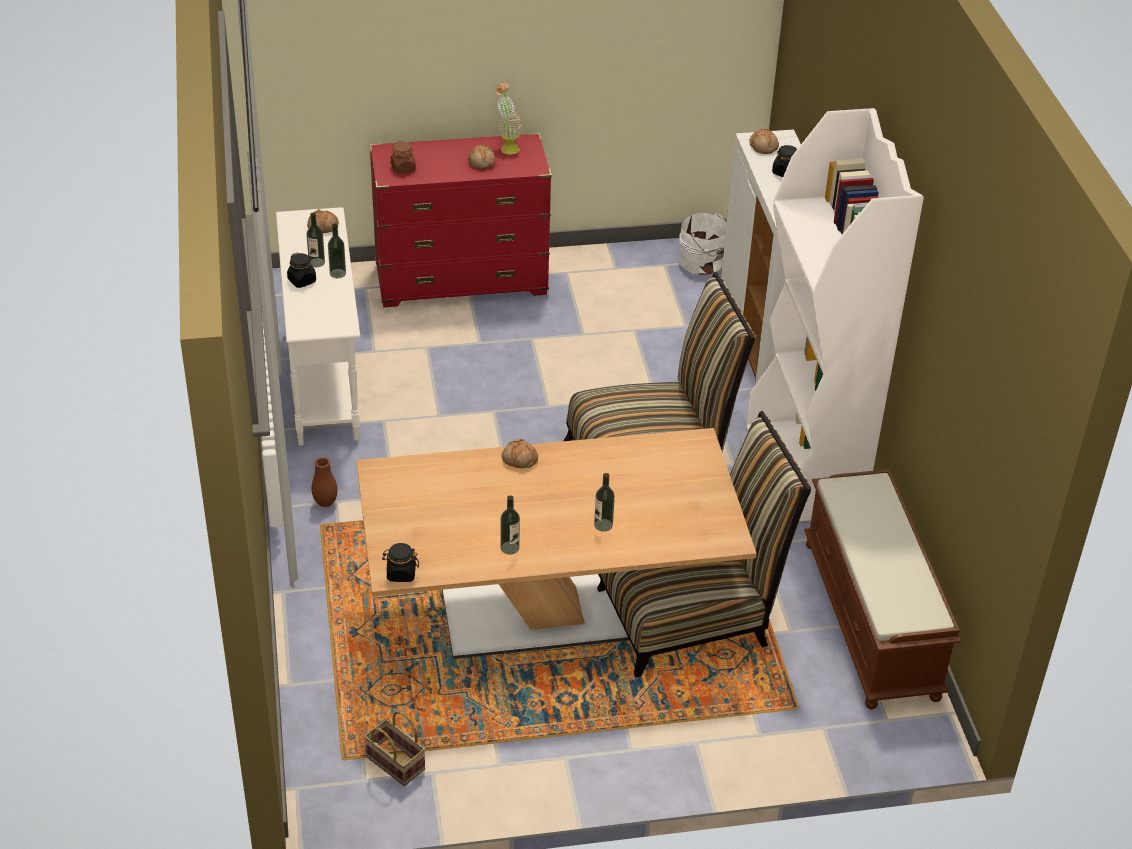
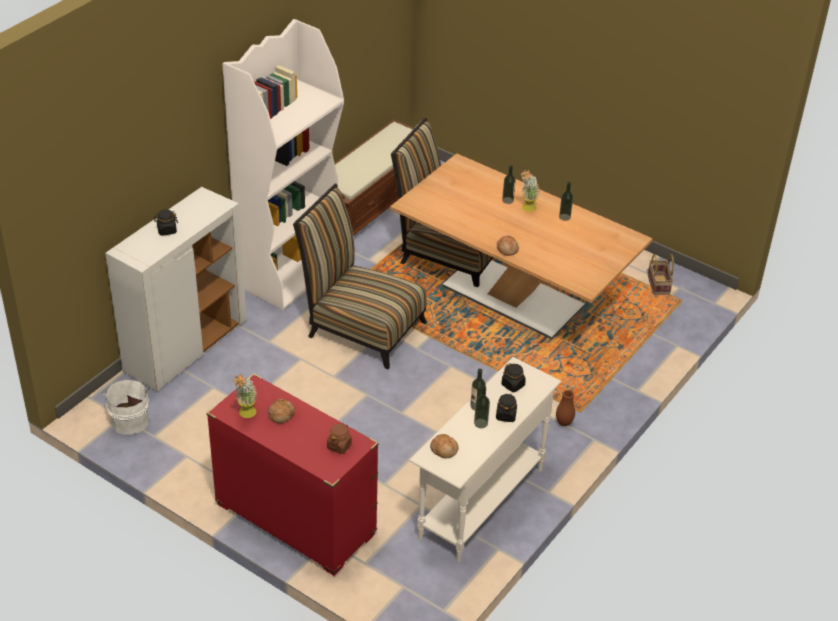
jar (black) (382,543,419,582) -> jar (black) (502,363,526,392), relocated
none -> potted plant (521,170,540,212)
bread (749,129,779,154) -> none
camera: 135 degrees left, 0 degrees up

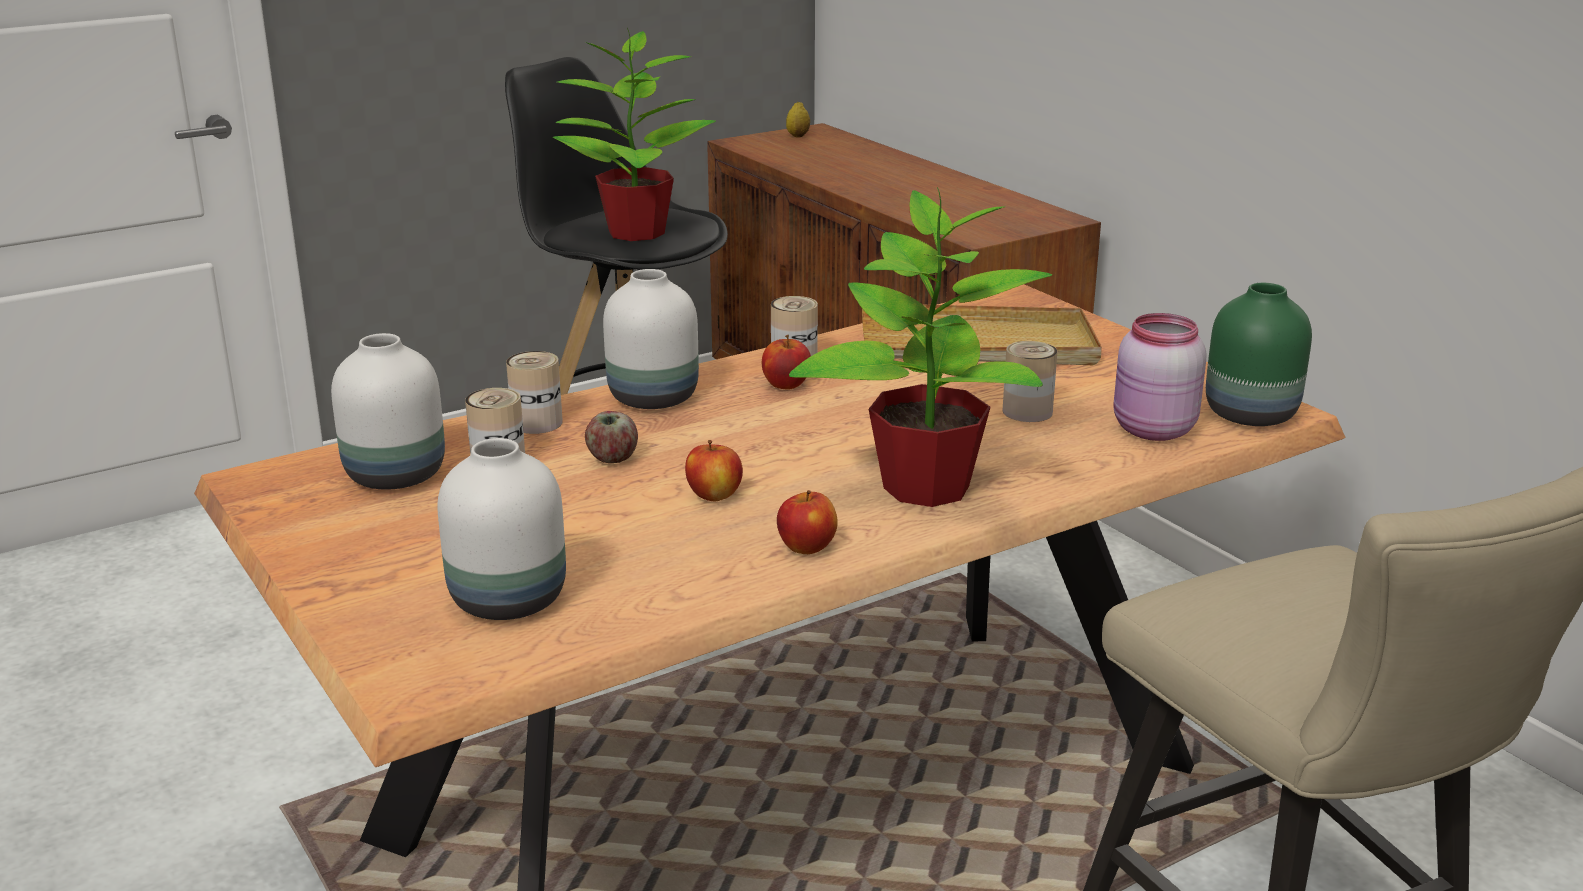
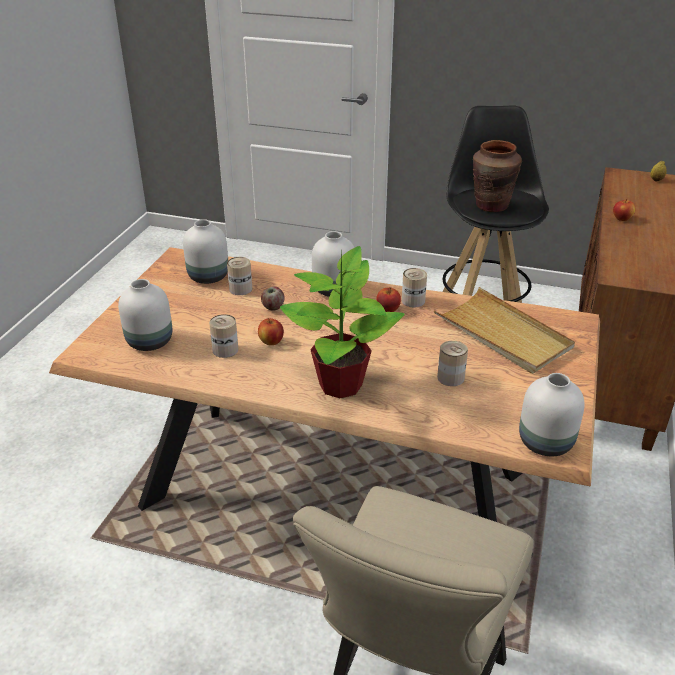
can (506,351,563,434) -> can (209,314,238,358), relocated
potted plant (553,28,716,241) -> vase (brown) (473,140,522,212)
vase (green) (1206,283,1312,426) -> vase (white) (519,373,585,456)
apple (777,490,838,554) -> apple (613,199,635,221), relocated
jar (pink) (1114,313,1206,441) -> none
camera: 50 degrees right, 10 degrees up

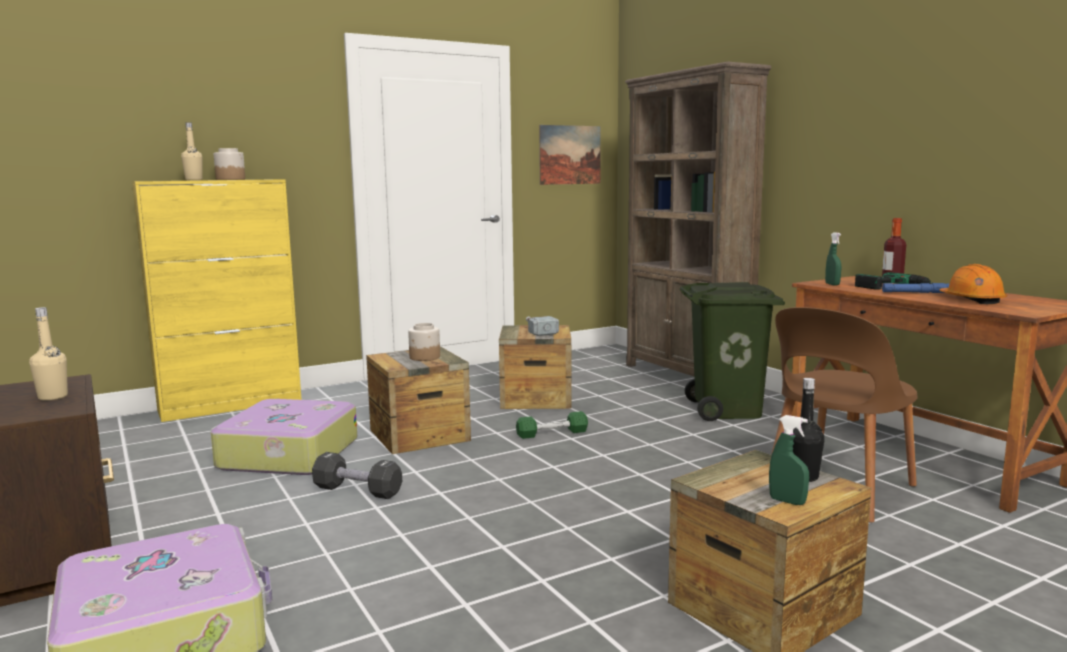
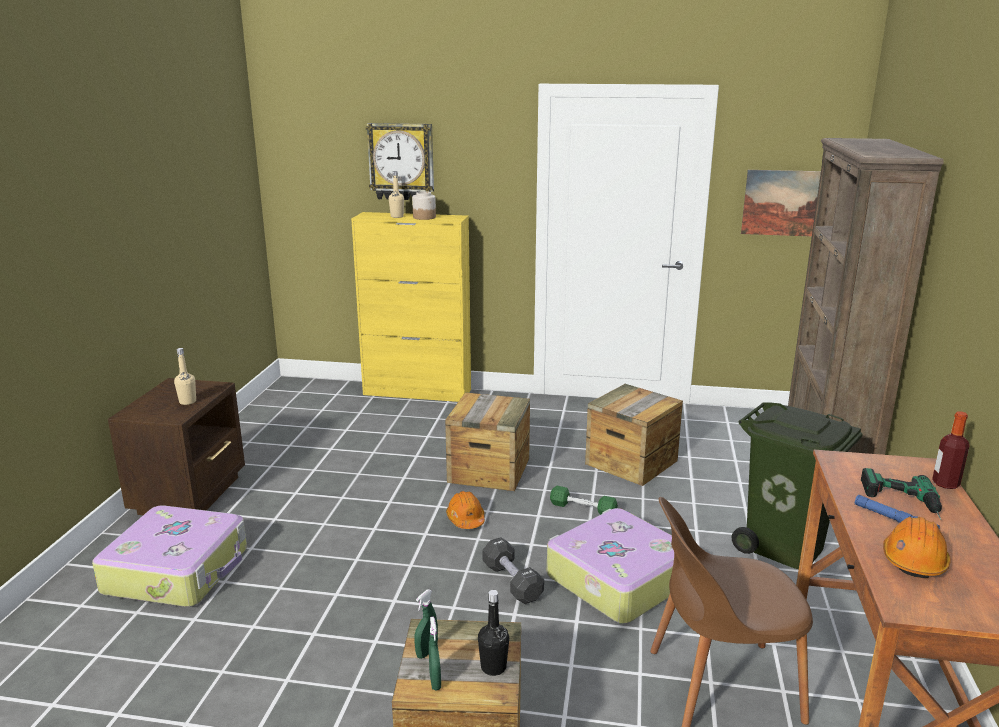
none -> wall clock (366,123,434,200)
spray bottle (green) (825,232,841,285) -> spray bottle (green) (415,589,438,659), relocated
none -> hard hat (orange) (446,491,485,529)
dumbbell (black) (312,452,402,499) -> dumbbell (black) (482,537,544,604), relocated
suitcase (211,399,357,475) -> suitcase (547,508,674,624), relocated
jar (408,323,440,361) -> none
hammer (526,316,559,336) -> none
camera: 40 degrees right, 10 degrees up

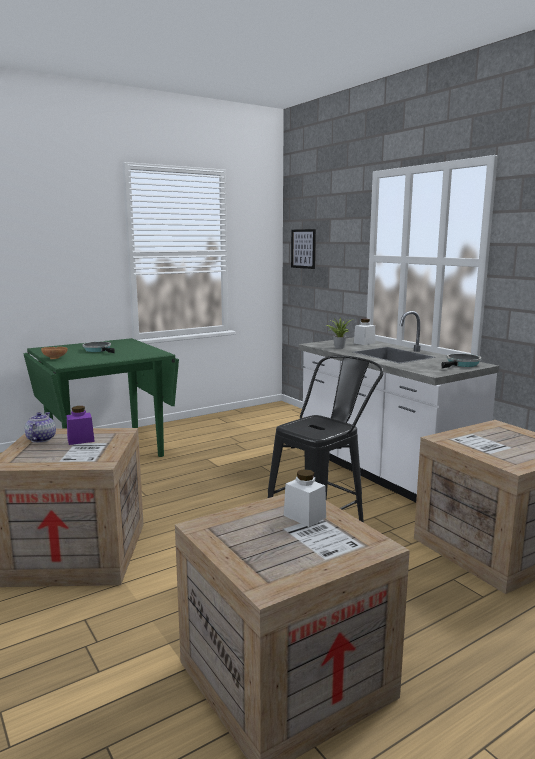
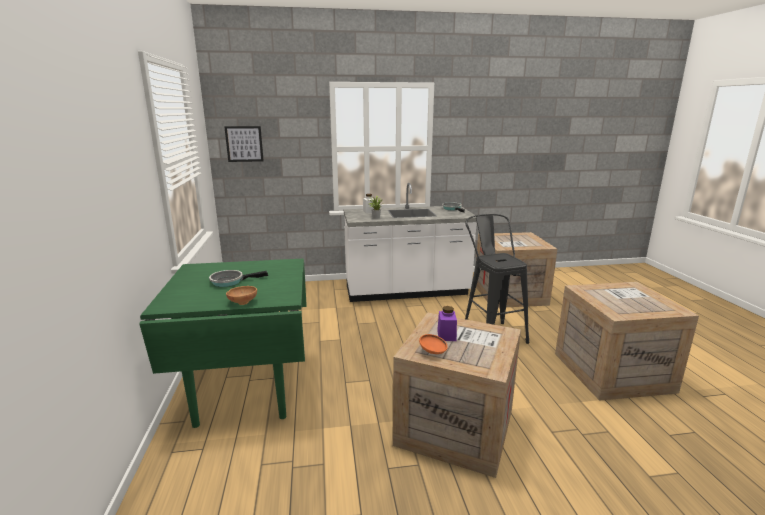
teapot (25,412,56,443) -> bowl (orange) (419,334,448,354)
jar (white) (284,469,326,527) -> none
camera: 65 degrees left, 5 degrees up

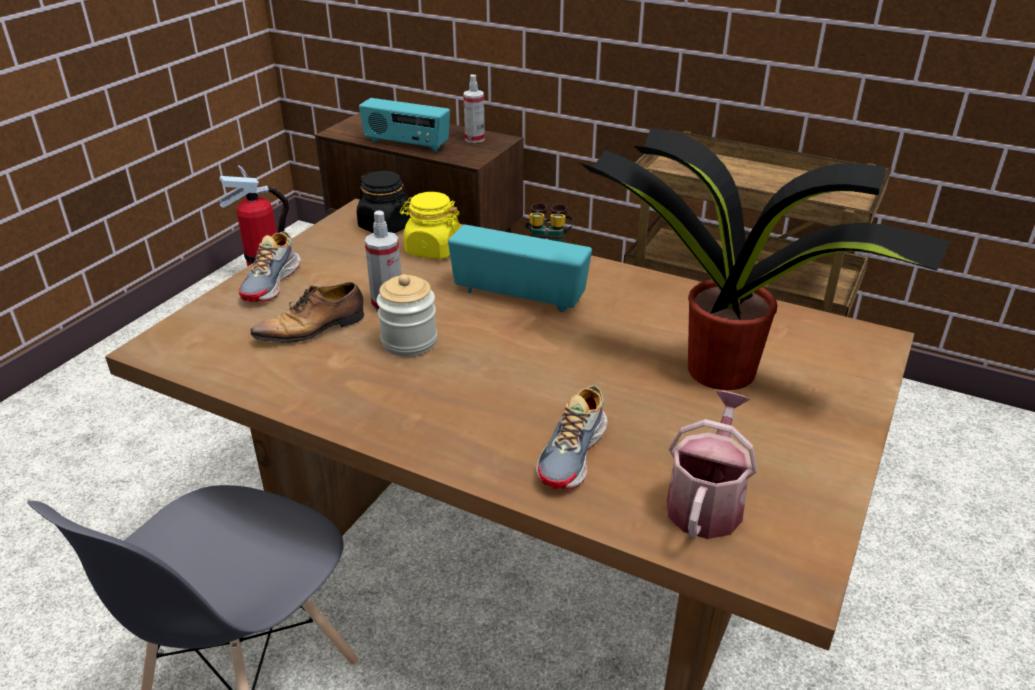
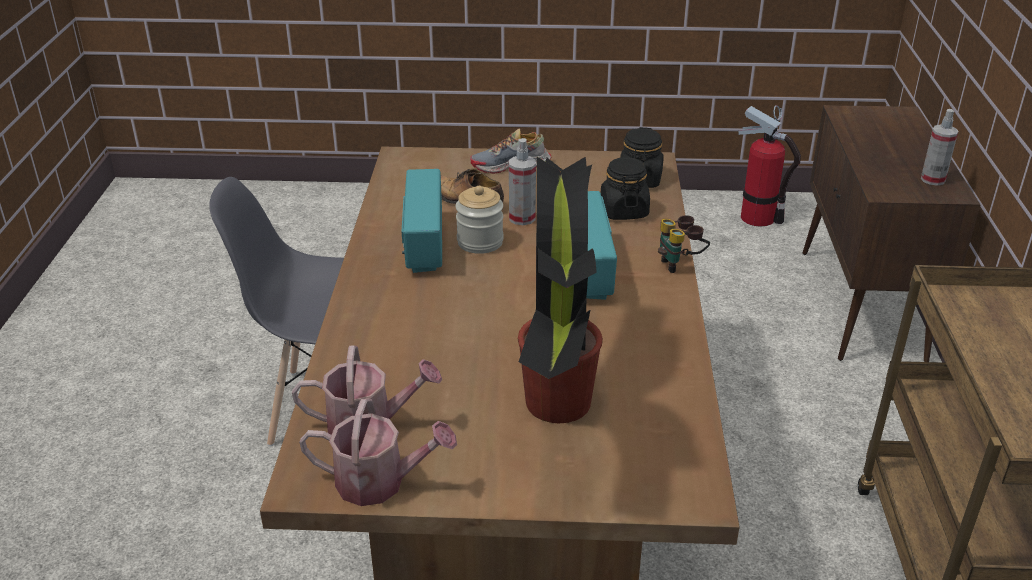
none -> watering can (299,398,457,506)
radio (359,98,450,152) -> radio (402,169,442,273), relocated
jar (yellow) (400,192,461,259) -> jar (black) (601,157,650,220)
shoe (536,385,607,490) -> none
camera: 65 degrees right, 0 degrees up

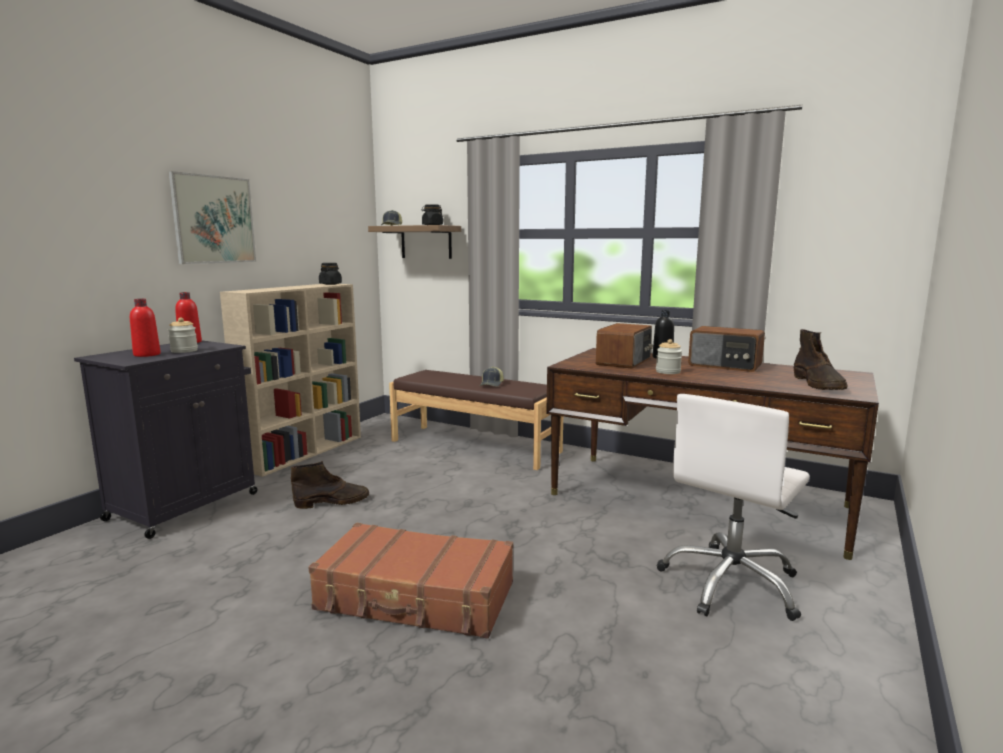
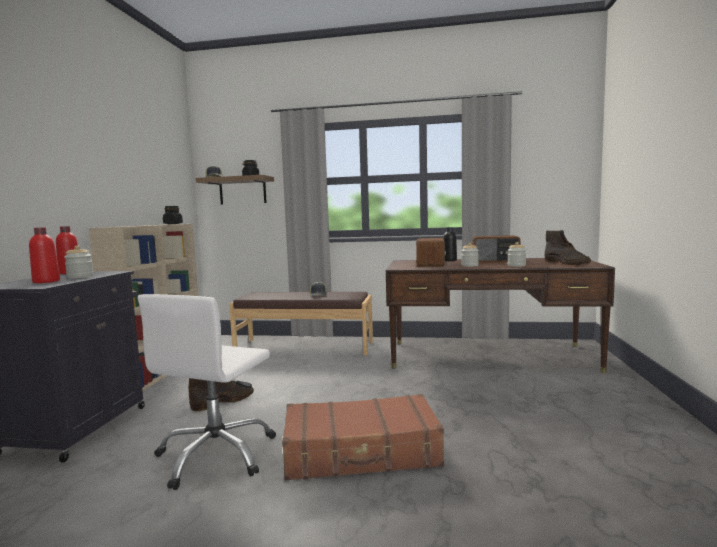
office chair (white) (657,394,810,621) -> office chair (white) (138,294,276,490), relocated
none -> jar (508,242,526,267)
picture (168,171,256,264) -> none
camera: 20 degrees left, 5 degrees down

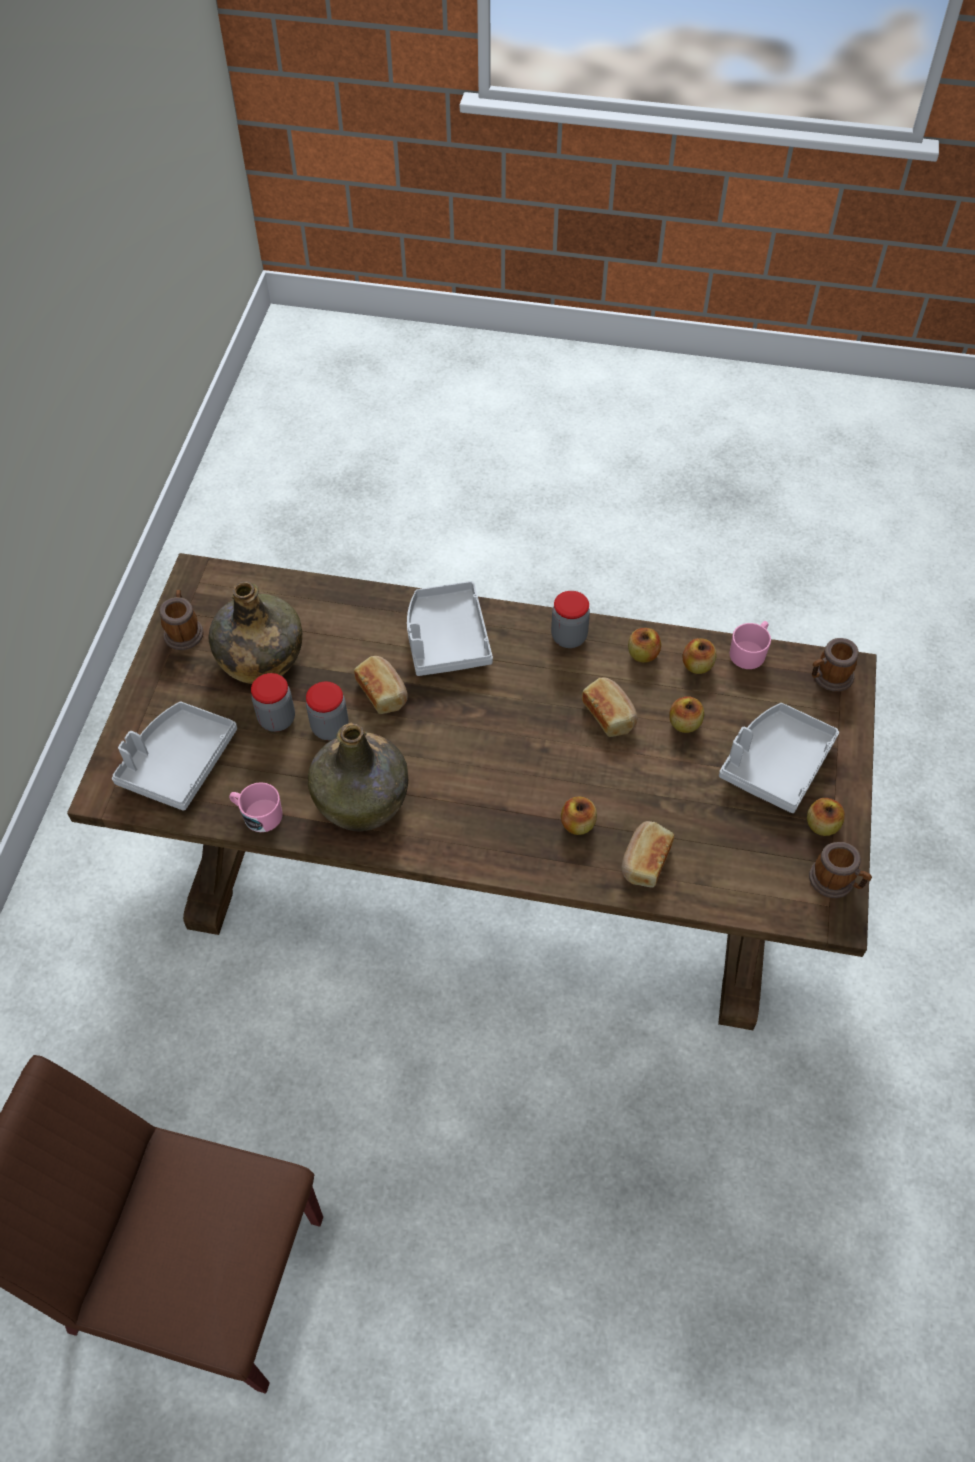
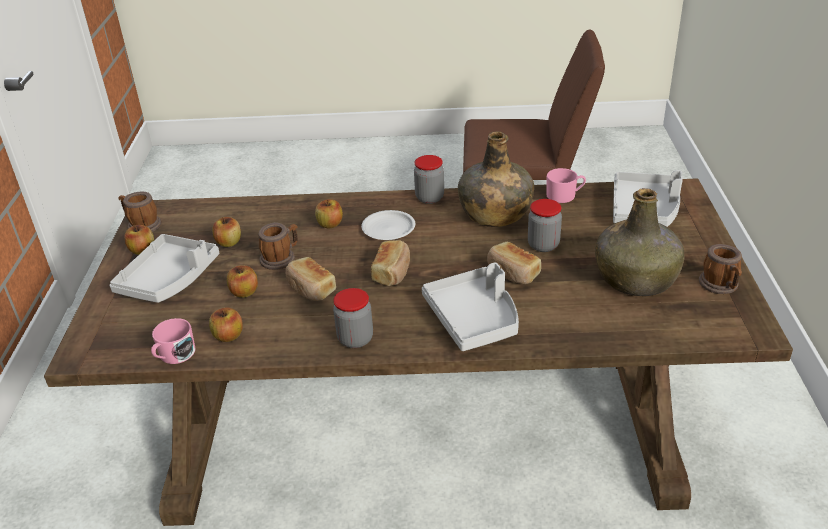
apple (628,628,661,663) -> apple (213,217,241,247), relocated
mug (812,638,859,692) -> mug (258,222,298,270), relocated
none -> plate (white) (361,210,415,240)
bread (621,821,674,888) -> bread (371,240,410,286), relocated
jar (251,673,295,732) -> jar (414,155,444,204), relocated
camera: 170 degrees right, 20 degrees down

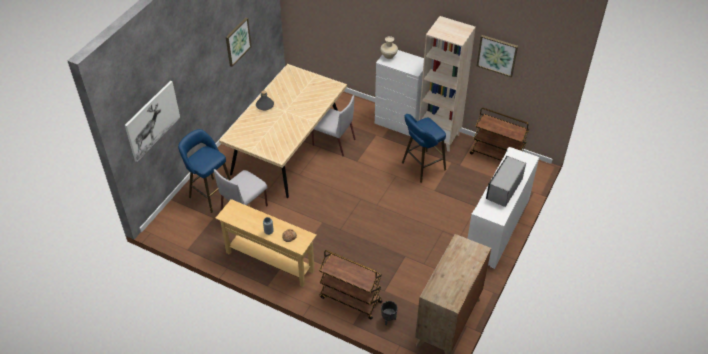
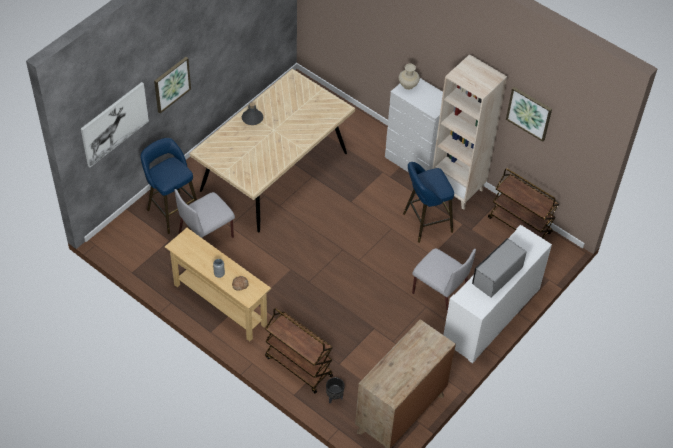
picture (226,18,252,67) -> picture (154,57,191,113), relocated
chair (grey) (311,95,356,157) -> chair (grey) (412,248,476,312), relocated
camera: 10 degrees right, 5 degrees up

